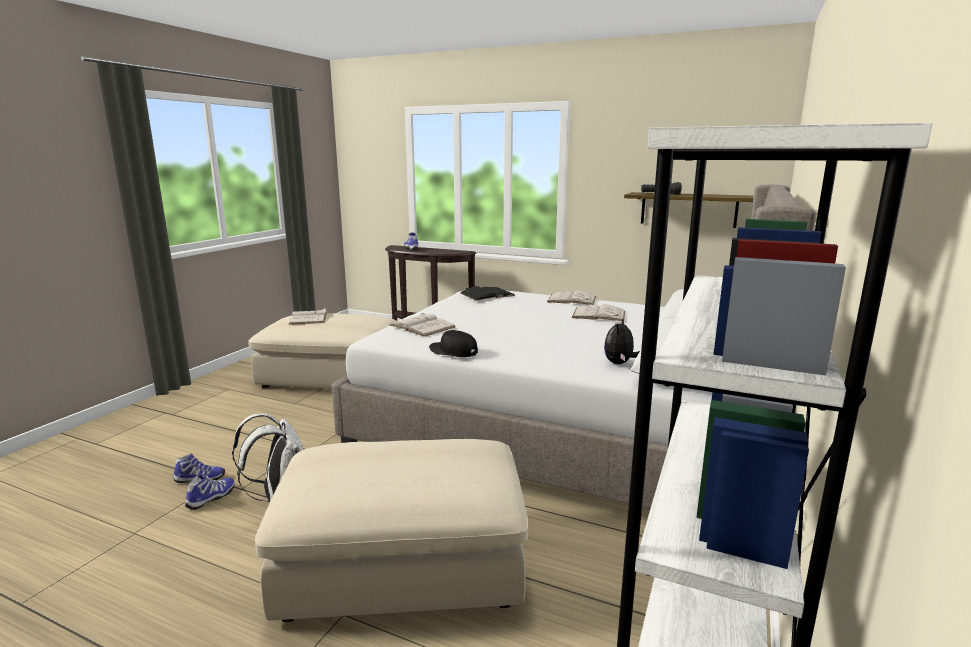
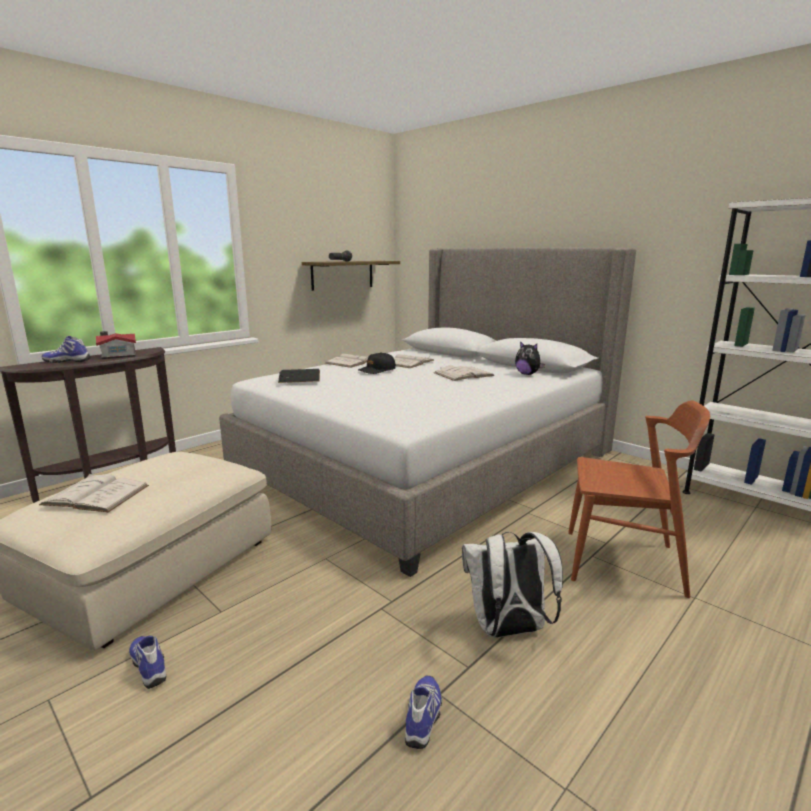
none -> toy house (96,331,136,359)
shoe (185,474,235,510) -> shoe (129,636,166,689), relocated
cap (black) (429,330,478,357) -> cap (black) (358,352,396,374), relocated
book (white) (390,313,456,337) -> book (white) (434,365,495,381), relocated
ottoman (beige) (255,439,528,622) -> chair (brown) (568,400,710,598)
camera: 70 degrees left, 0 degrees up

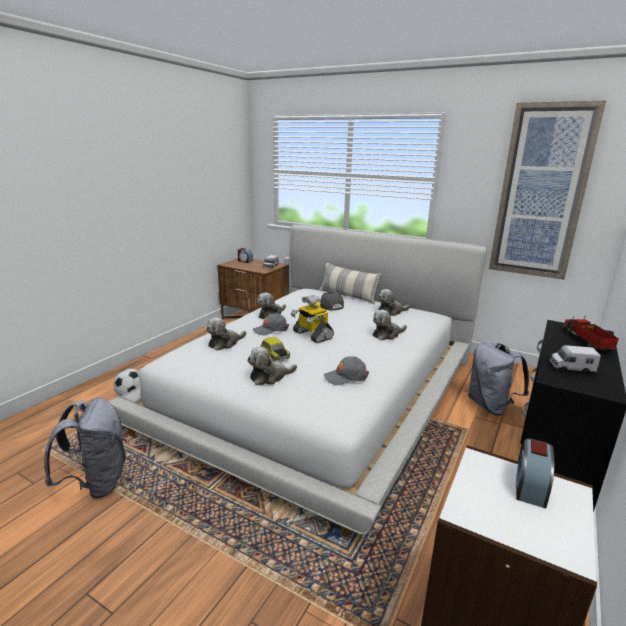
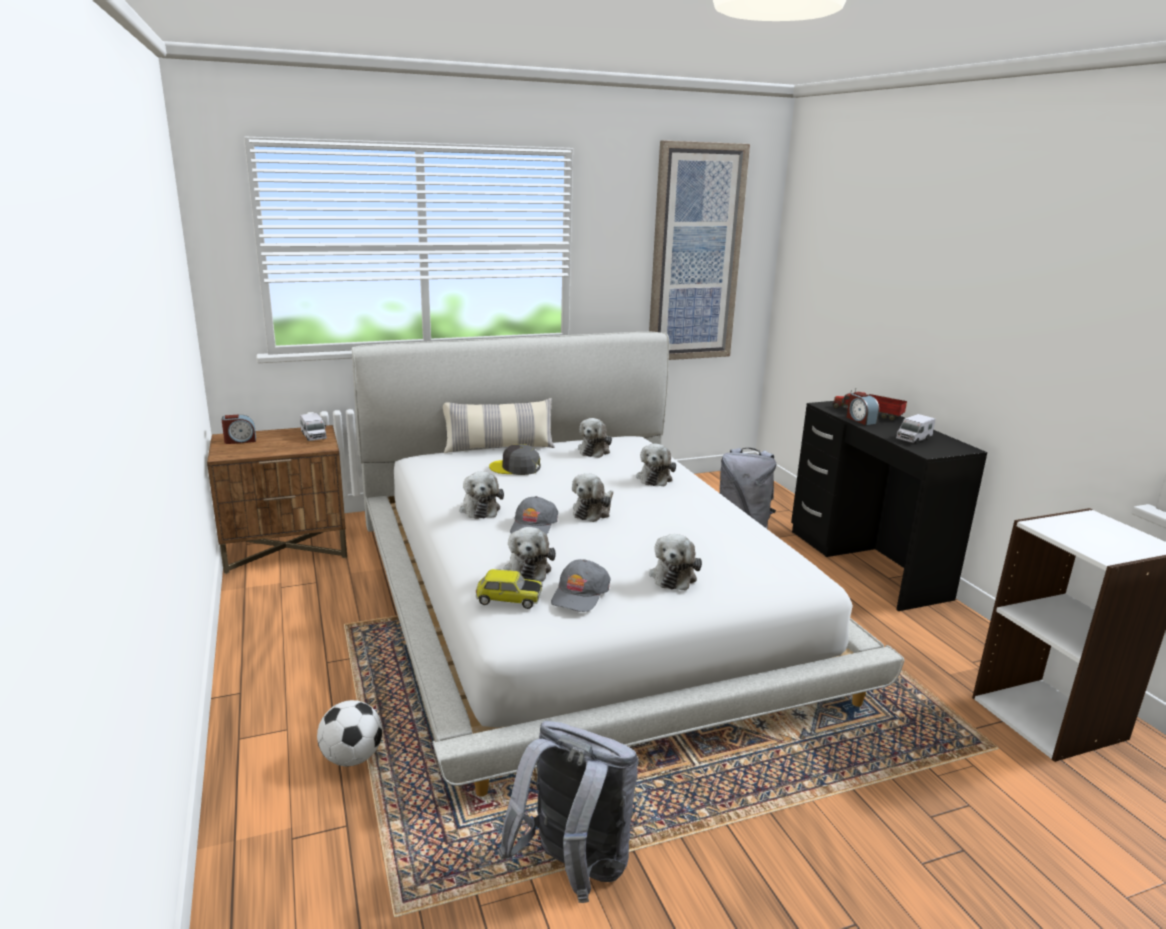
toy car (260,337,290,361) -> toy car (476,569,543,609), relocated
cap (grey) (324,356,369,385) -> cap (grey) (551,559,611,612), relocated
toy robot (291,295,334,343) -> plush toy (572,473,613,522)
alarm clock (516,438,555,508) -> alarm clock (847,392,879,425), relocated
camera: 50 degrees left, 0 degrees up

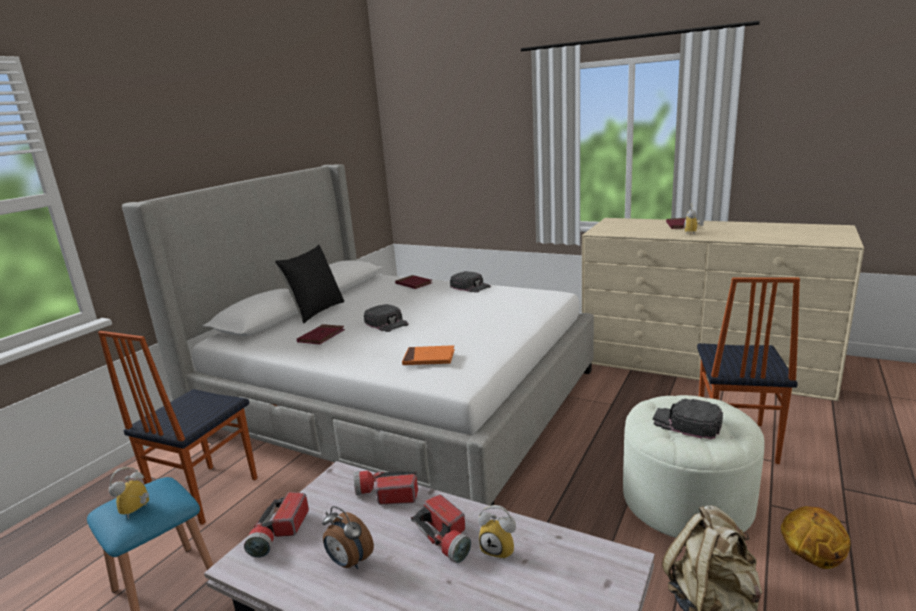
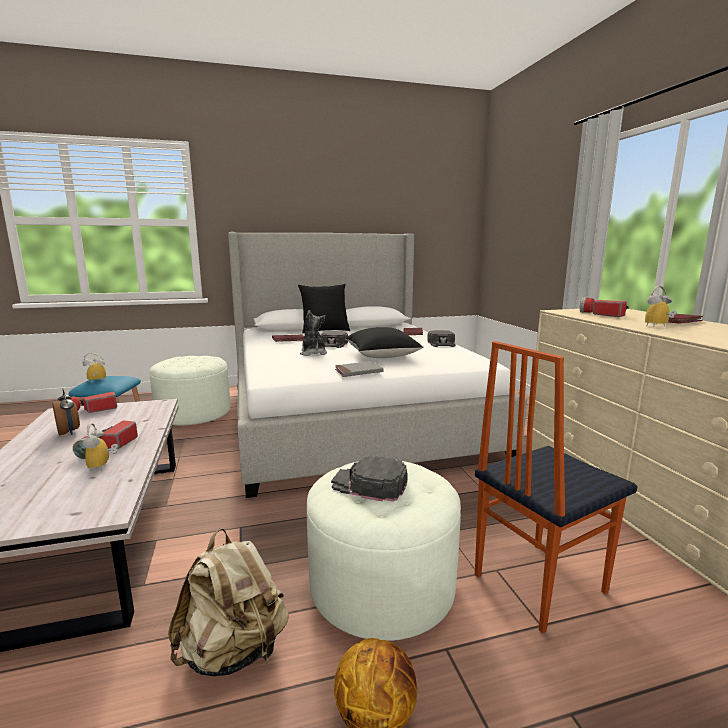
alarm clock (322,506,374,569) -> alarm clock (52,388,80,435), 150 degrees clockwise
chair (98,331,257,525) -> ottoman (white) (149,356,230,426)
none -> plush toy (300,310,327,356)
cap (black) (653,399,723,439) -> cap (black) (331,456,408,502), 60 degrees counterclockwise
none -> book (grey) (335,361,383,377)
none -> pillow (black) (345,327,424,358)
flashlight (354,470,418,504) -> flashlight (580,297,629,317), relocated
book (orange) (402,345,455,365) -> none
camera: 45 degrees right, 5 degrees down

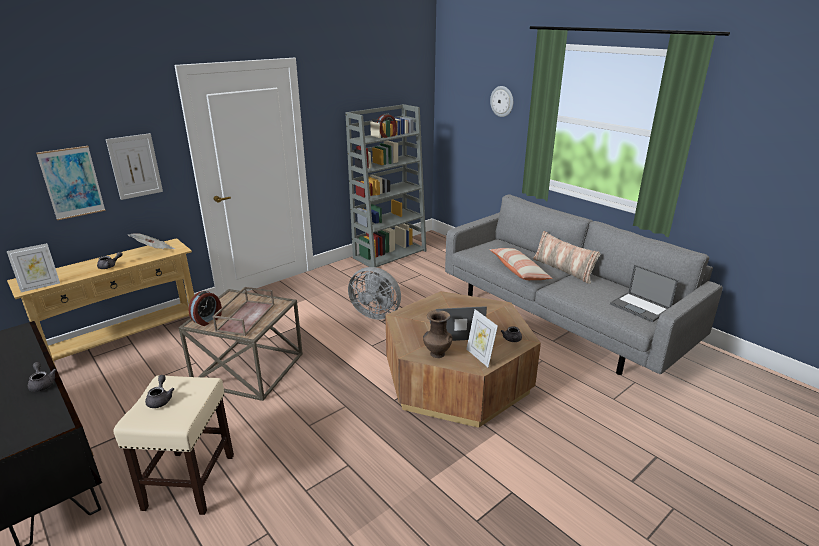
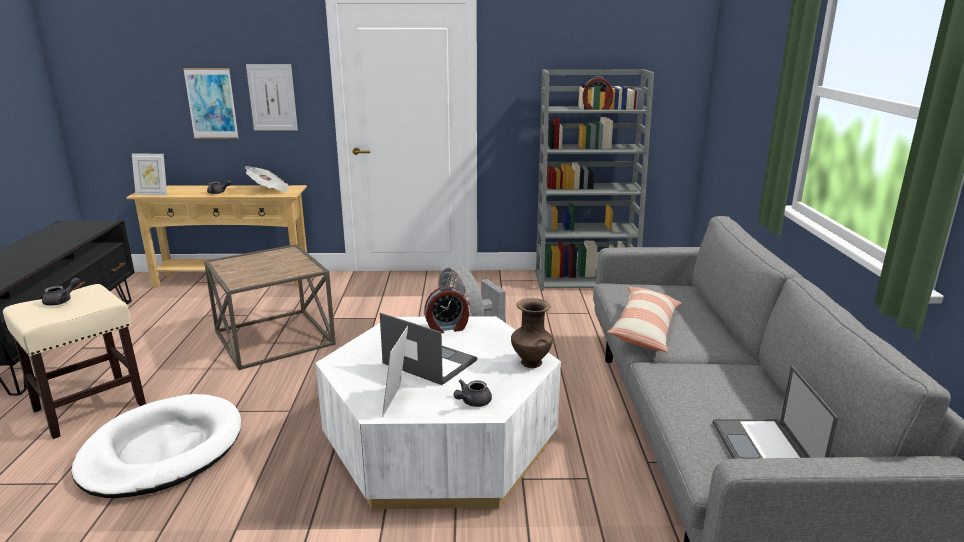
none -> dog bed (white) (72,394,241,498)
coffee table (brown) (385,291,541,428) -> coffee table (white) (315,316,561,509)
alarm clock (189,291,222,326) -> alarm clock (424,286,469,333), relocated
vase (brown) (423,310,452,358) -> vase (brown) (511,298,553,368), relocated
teapot (grey) (28,362,57,392) -> none
tray (brown) (212,287,274,336) -> none
wall clock (490,86,513,117) -> none
pillow (533,231,600,284) -> none
camera: 40 degrees right, 5 degrees down

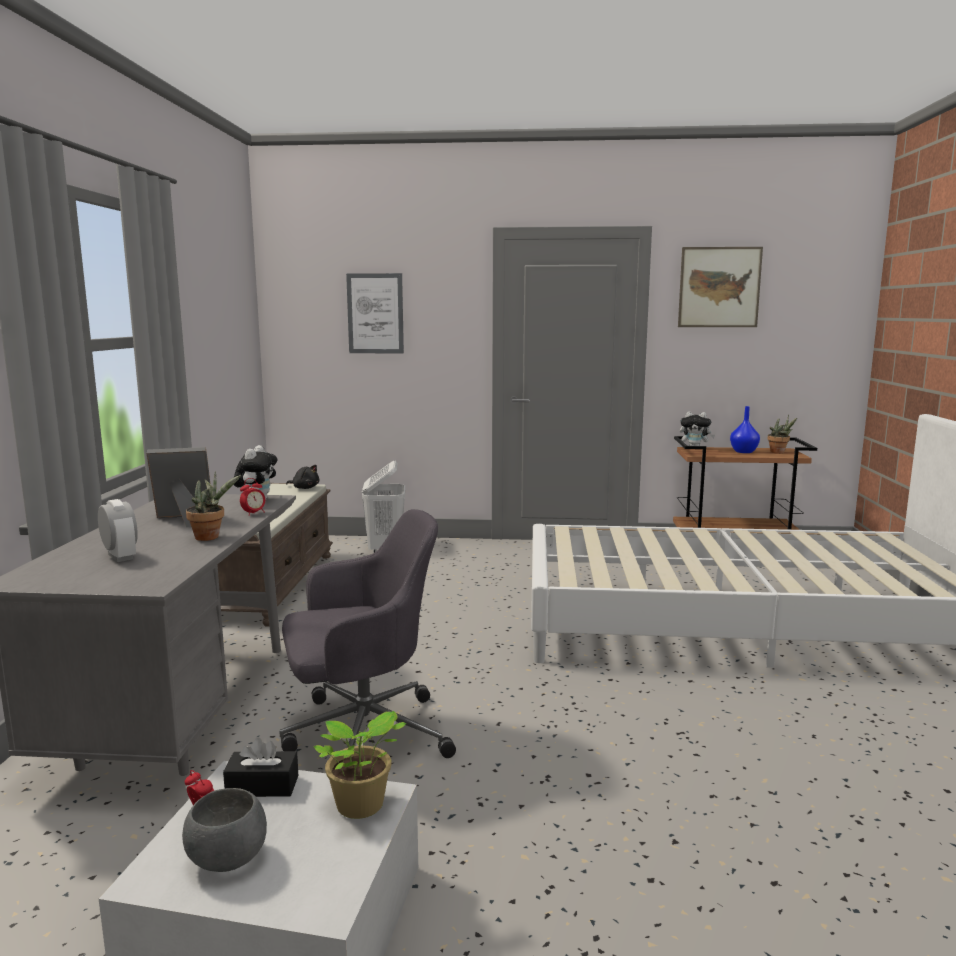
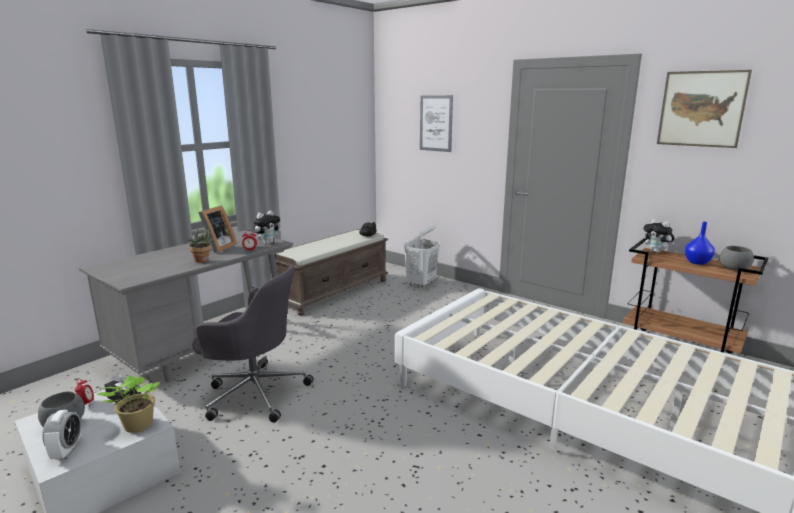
alarm clock (98,499,138,562) -> alarm clock (42,410,81,460), relocated
picture frame (146,447,210,528) -> picture frame (198,205,237,253), 90 degrees clockwise
potted plant (768,415,797,454) -> bowl (grey) (720,246,754,271)
camera: 35 degrees right, 5 degrees up

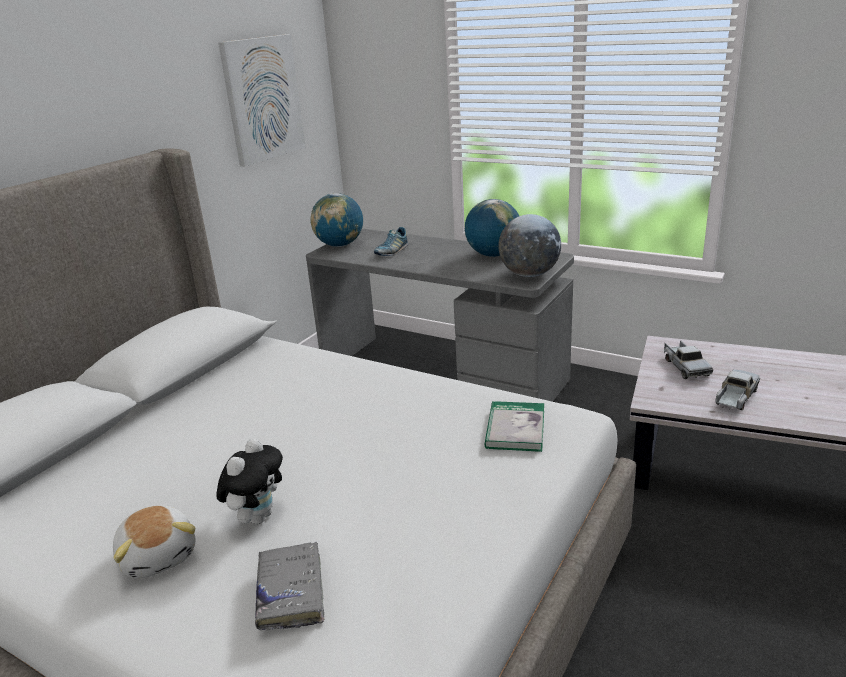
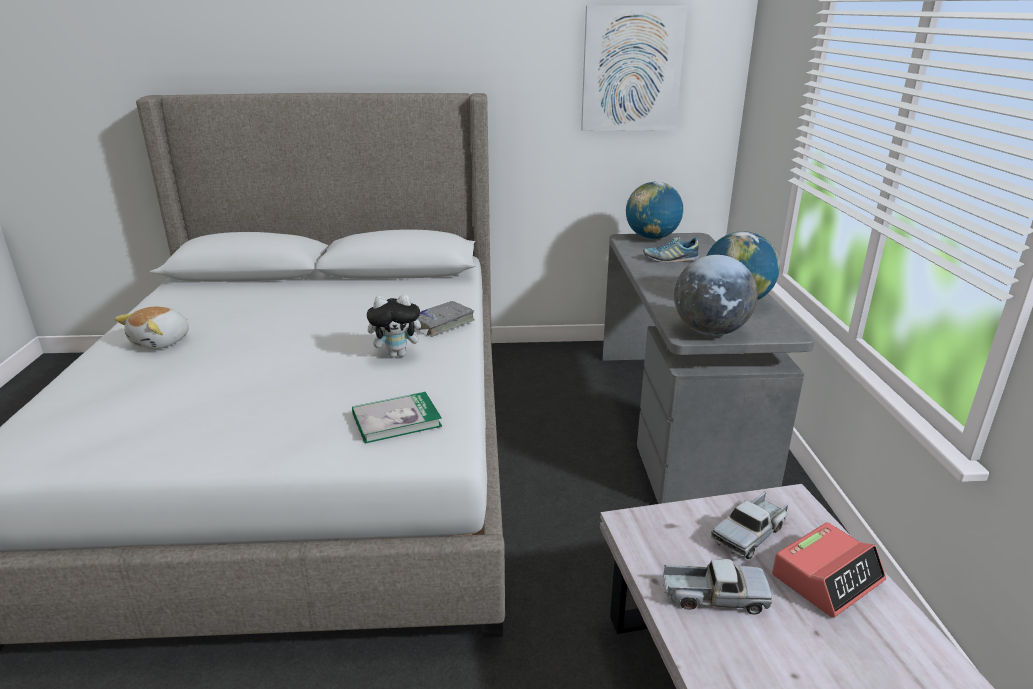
plush toy (216,438,283,524) -> plush toy (367,294,428,358), relocated
book (grey) (255,542,324,630) -> book (grey) (418,301,475,337), relocated
none -> alarm clock (772,522,886,618)
camera: 55 degrees right, 0 degrees up

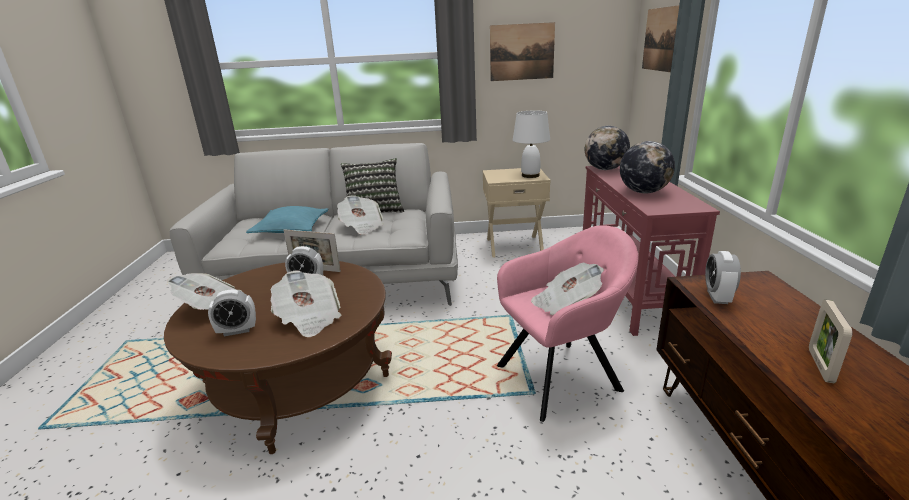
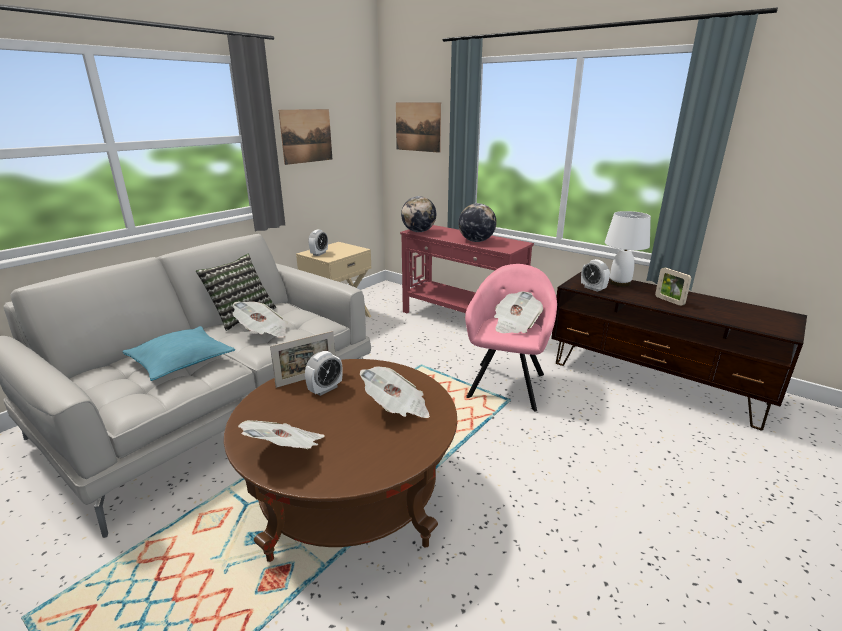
alarm clock (208,289,256,336) -> alarm clock (308,229,328,256), relocated
table lamp (white) (513,110,550,178) -> table lamp (white) (605,211,651,287), relocated
camera: 50 degrees left, 0 degrees up

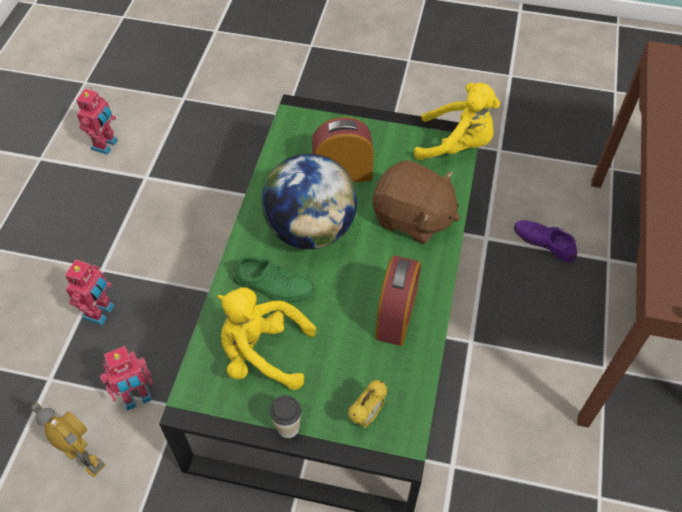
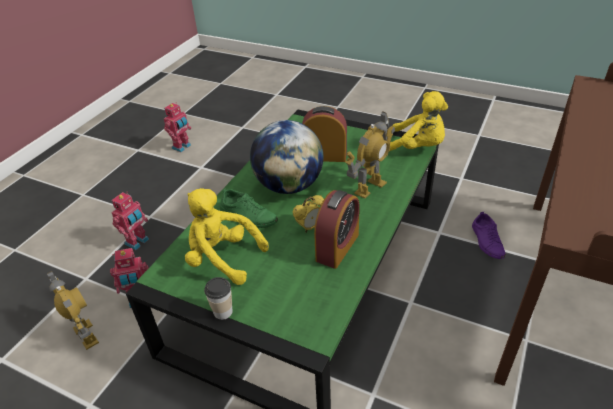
alarm clock (348,380,387,428) -> alarm clock (293,195,324,233), relocated
plush toy (brown) (372,160,460,244) -> toy robot (345,111,395,199)
shoe (purple) (514,220,577,262) -> shoe (purple) (472,212,506,259), 150 degrees counterclockwise
camera: 15 degrees right, 15 degrees down

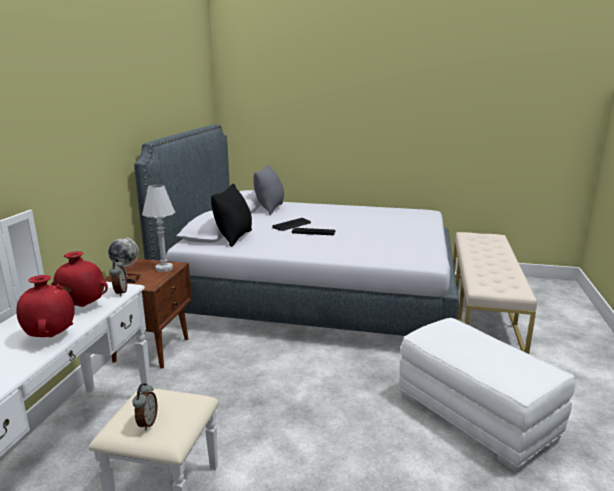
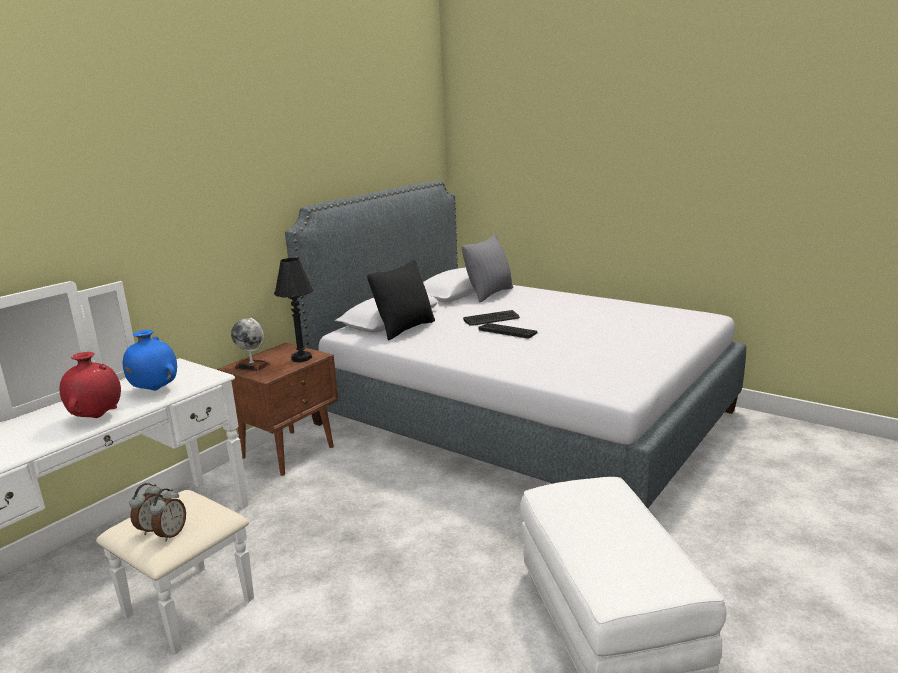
vase (red) (51,251,108,307) -> vase (blue) (123,330,177,391)
alarm clock (109,259,127,296) -> alarm clock (150,489,186,541), relocated
table lamp (white) (142,184,175,272) -> table lamp (black) (274,258,313,362)
bench (beige) (453,232,537,354) -> none
camera: 25 degrees right, 0 degrees up

